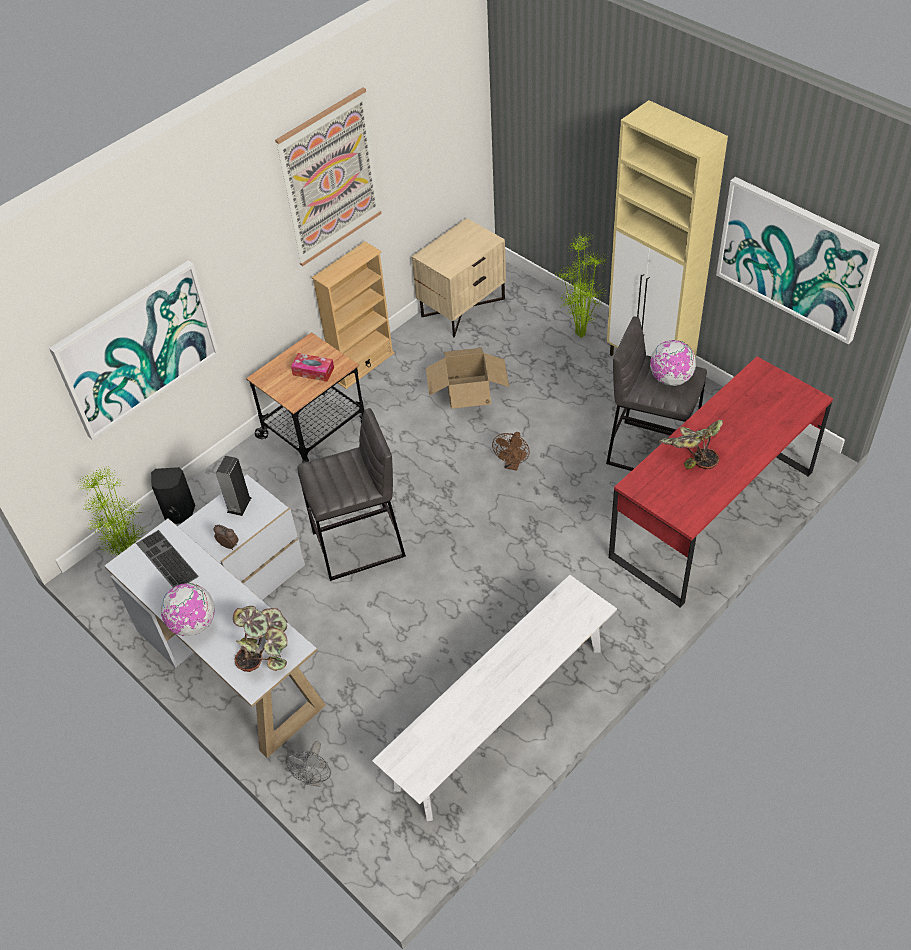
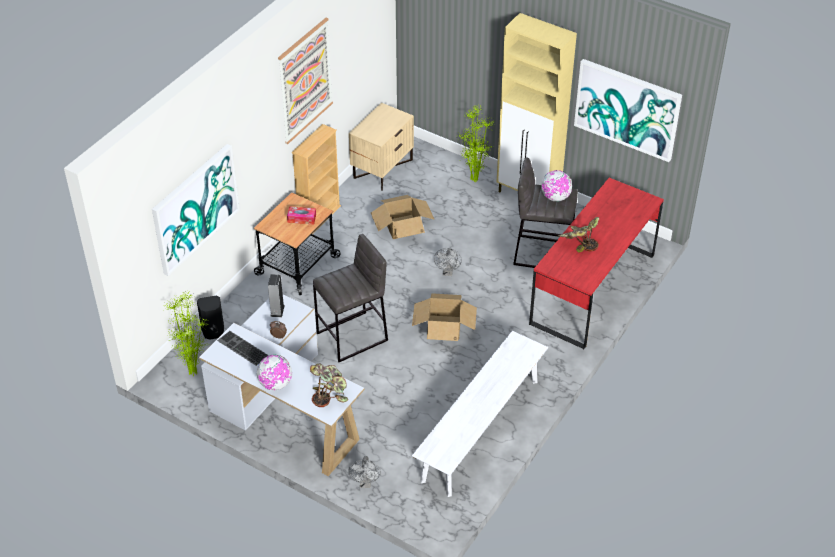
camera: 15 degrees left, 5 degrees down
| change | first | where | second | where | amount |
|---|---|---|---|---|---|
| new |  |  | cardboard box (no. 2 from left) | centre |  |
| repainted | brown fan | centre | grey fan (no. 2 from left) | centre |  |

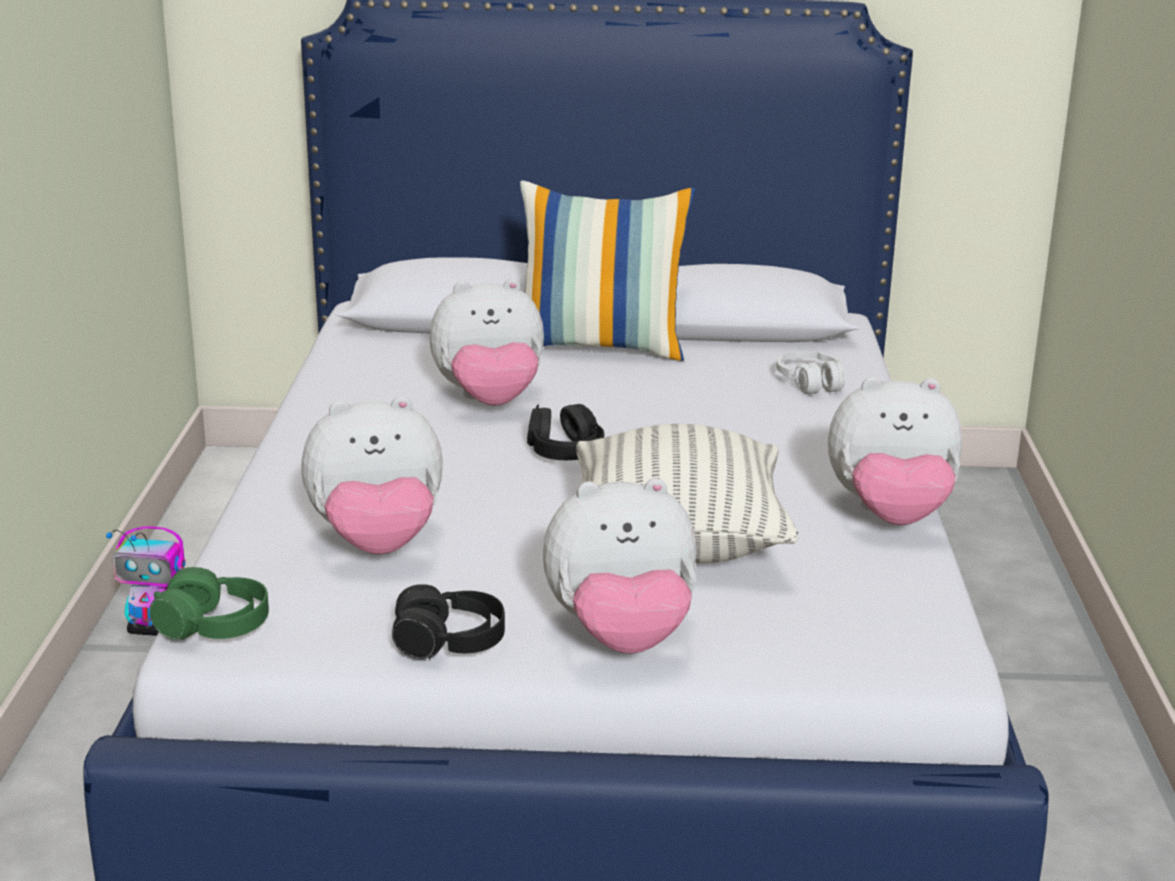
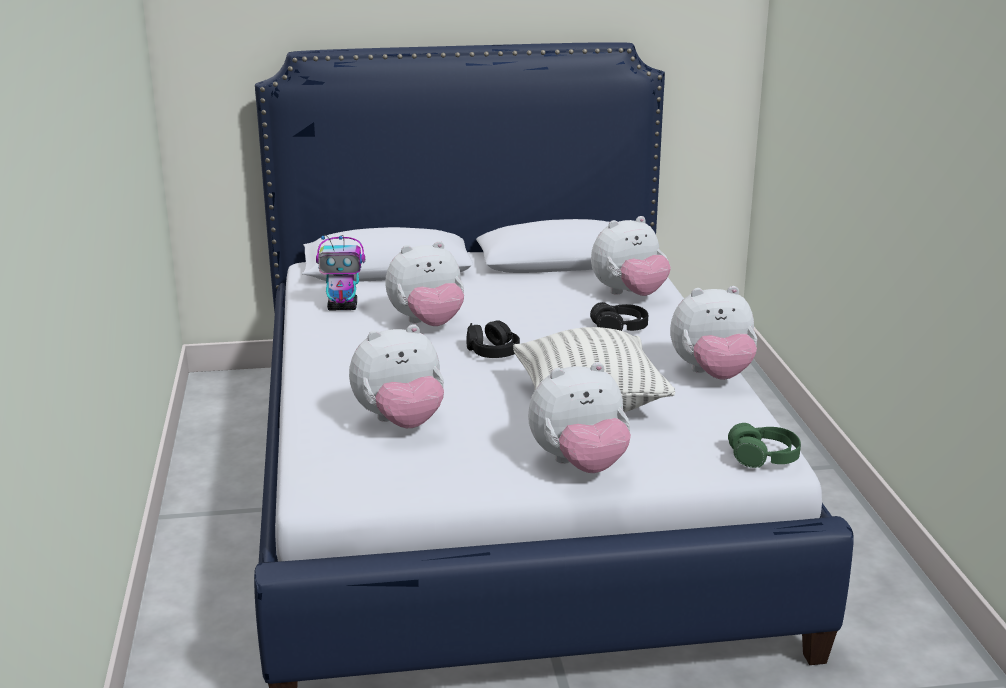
camera: 10 degrees left, 0 degrees up
| change | first | where | second | where | amount |
|---|---|---|---|---|---|
| gone | pillow (no. 1 from left) | top centre |  |  |  |
| shifted | toy robot | middle left |  | centre |  |
| shifted | green headphones | bottom left |  | middle right |  |
| shifted | black headphones (no. 1 from left in the first image) | bottom centre | black headphones (no. 2 from left) | centre |  |
| swapped | white headphones | middle right | plush toy (no. 4 from left) | centre |  |

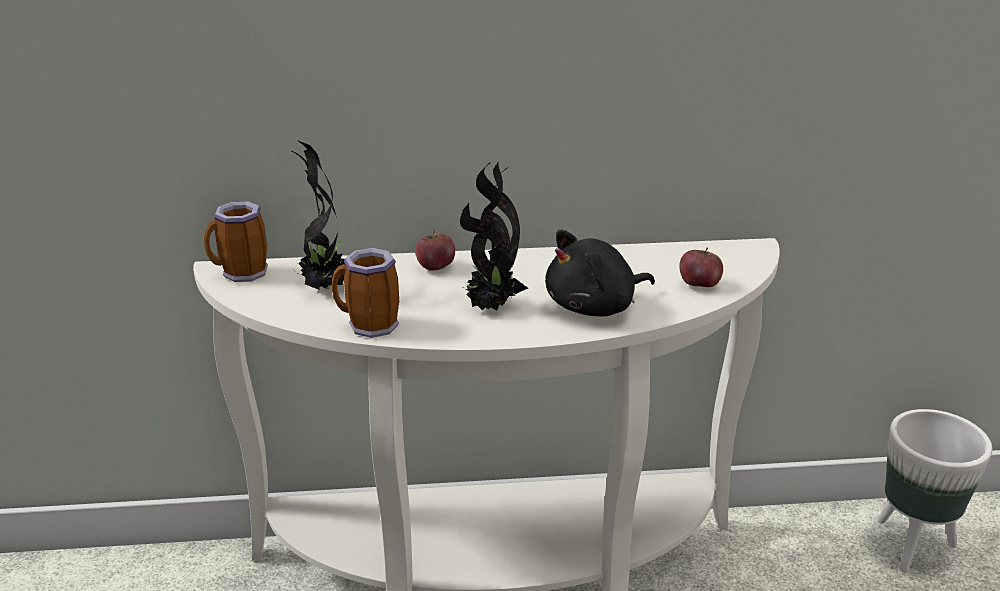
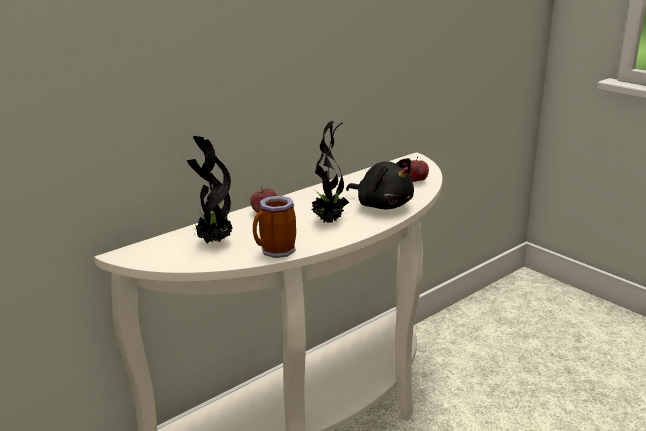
camera: 35 degrees left, 5 degrees down
| change | first | where | second | where | amount |
|---|---|---|---|---|---|
| gone | mug (no. 1 from left) | middle left |  |  |  |
| gone | white planter | bottom right |  |  |  |
| rotated | black plush toy | centre |  | centre | 75 degrees counterclockwise |

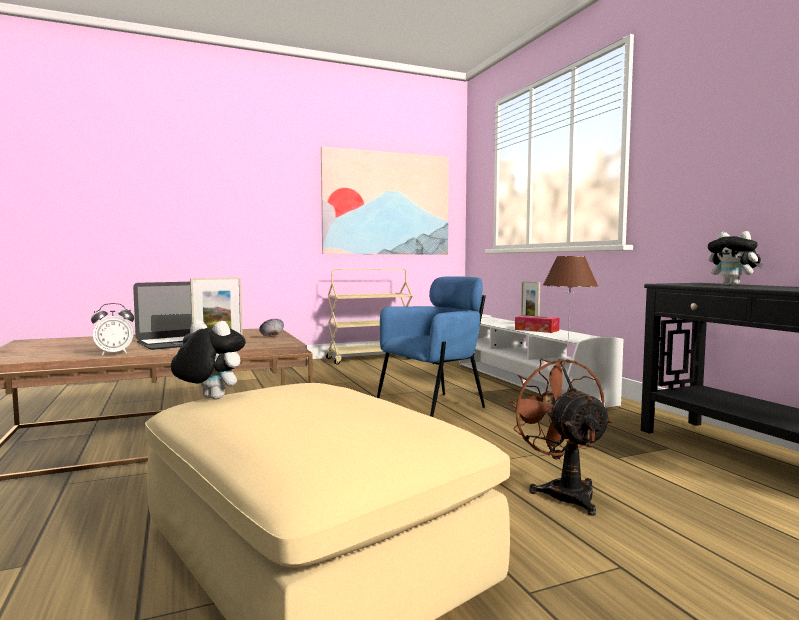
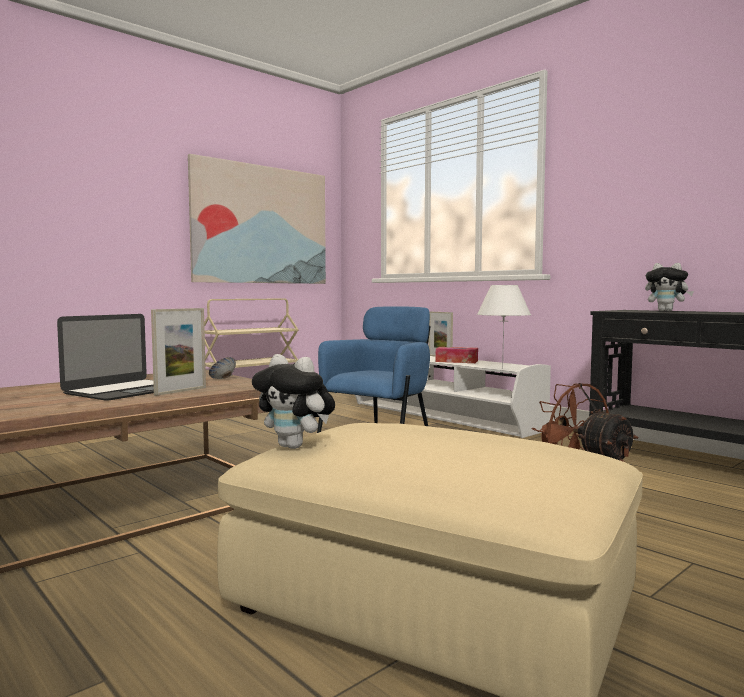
camera: 20 degrees left, 0 degrees up
| change | first | where | second | where | amount |
|---|---|---|---|---|---|
| gone | alarm clock | middle left |  |  |  |
| repainted | brown table lamp | middle right | white table lamp | middle right |  |
| rotated | plush toy (no. 1 from left) | middle left |  | centre | 150 degrees counterclockwise |

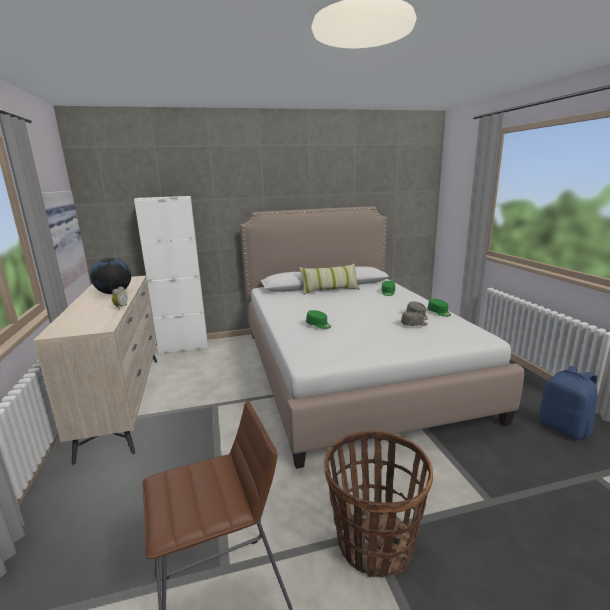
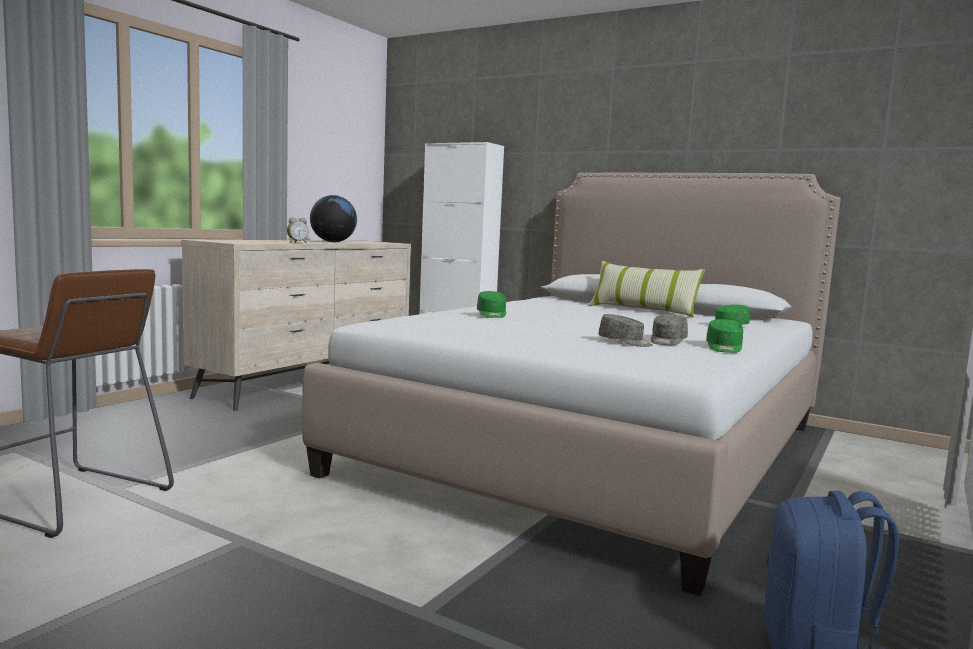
camera: 45 degrees right, 10 degrees down
| change | first | where | second | where | amount |
|---|---|---|---|---|---|
| gone | picture | middle left |  |  |  |
| gone | basket | bottom centre |  |  |  |

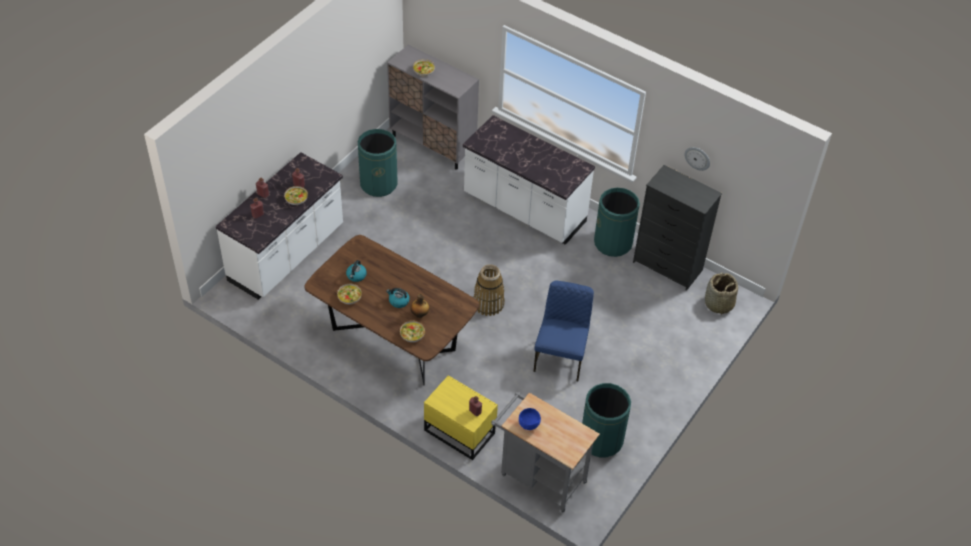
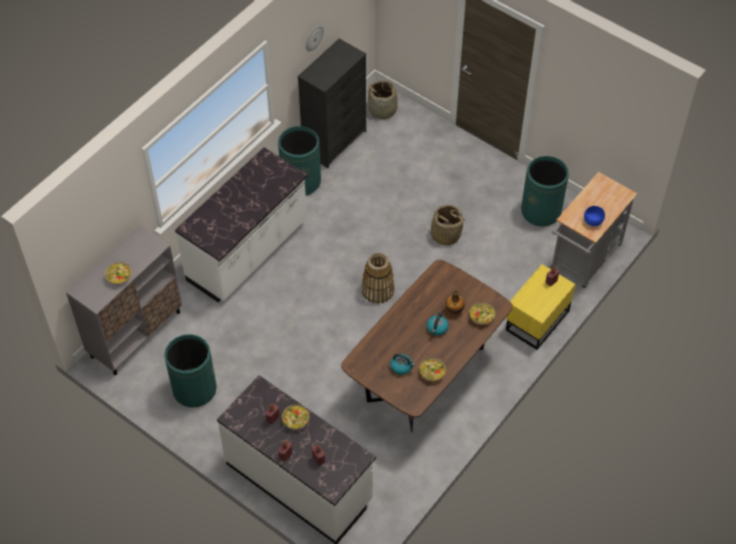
camera: 85 degrees left, 5 degrees up
| change | first | where | second | where | amount |
|---|---|---|---|---|---|
| swapped | blue chair | centre | basket (no. 3 from left) | centre |  |

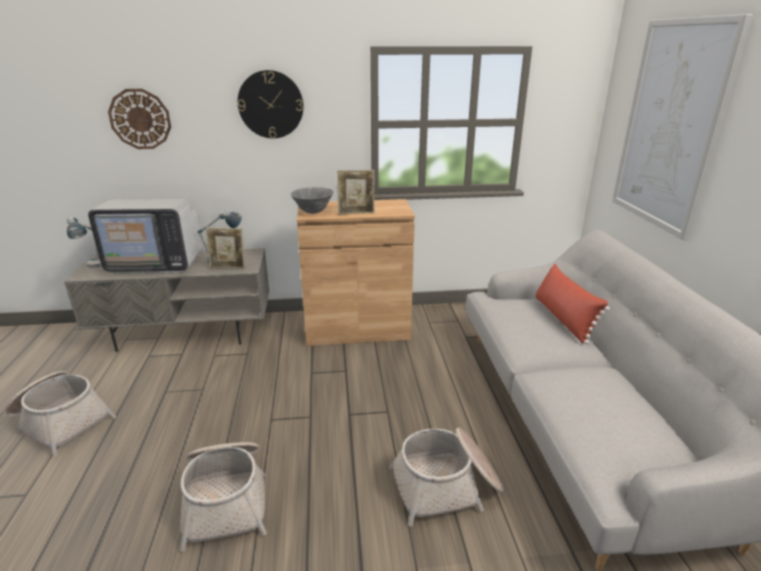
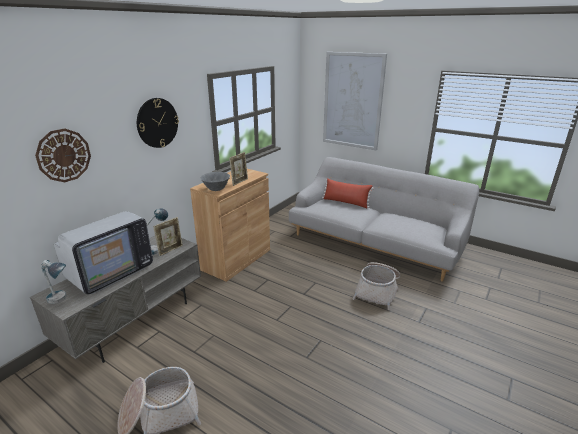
camera: 50 degrees left, 0 degrees up
| change | first | where | second | where | amount |
|---|---|---|---|---|---|
| gone | basket (no. 2 from left) | bottom left |  |  |  |

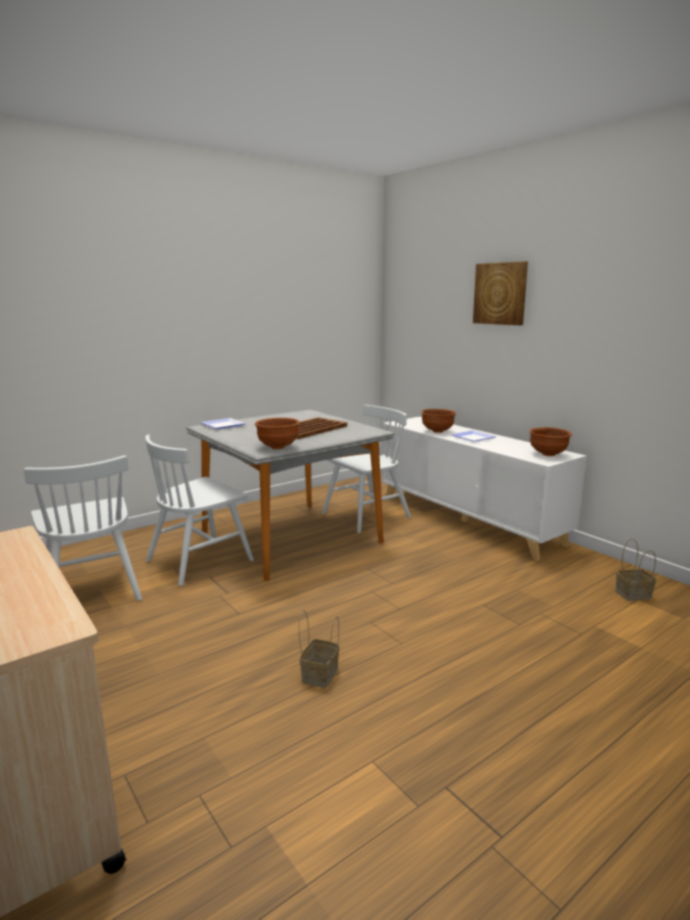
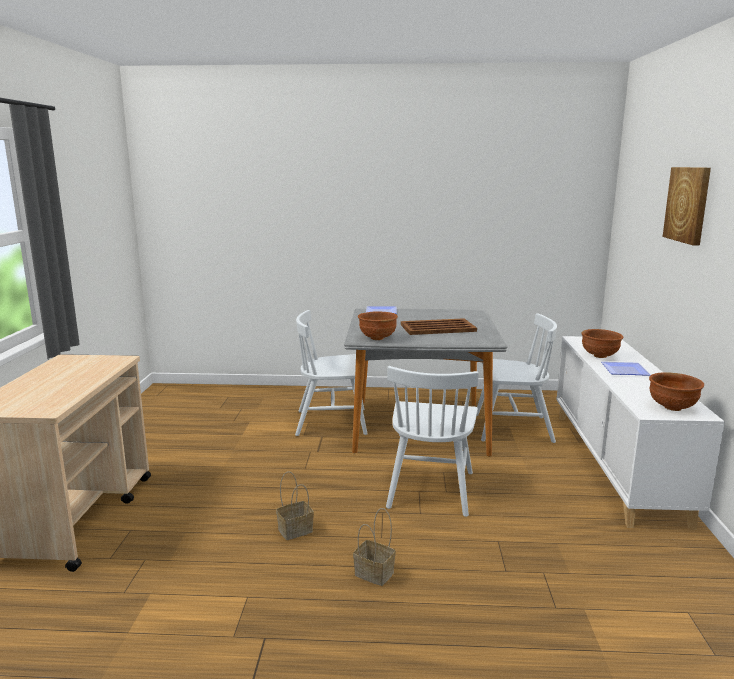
camera: 40 degrees right, 0 degrees up
| change | first | where | second | where | amount |
|---|---|---|---|---|---|
| shifted | white chair (no. 1 from left in the first image) | middle left | white chair (no. 2 from left) | centre |  |
| shifted | basket (no. 2 from left) | middle right |  | bottom centre |  |

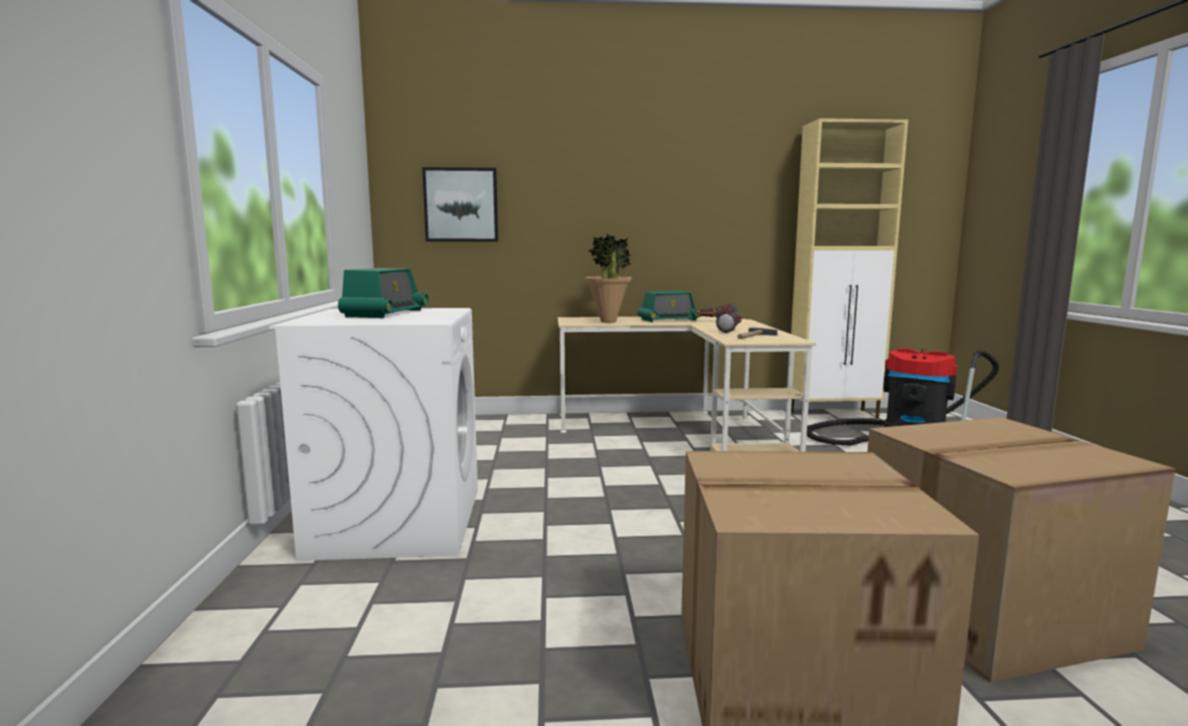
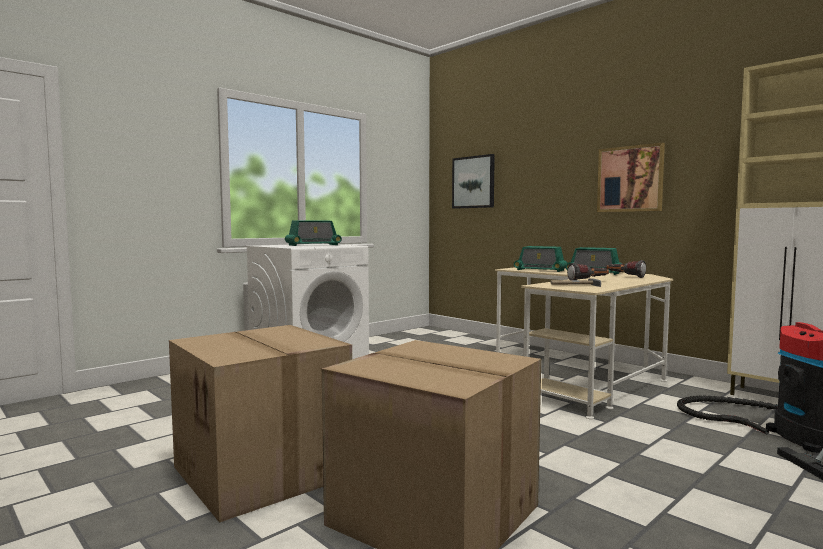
camera: 50 degrees right, 5 degrees down
| change | first | where | second | where | amount |
|---|---|---|---|---|---|
| new |  |  | picture (no. 2 from left) | top right |  |
| swapped | potted plant | centre | radio (no. 2 from left) | centre |  |

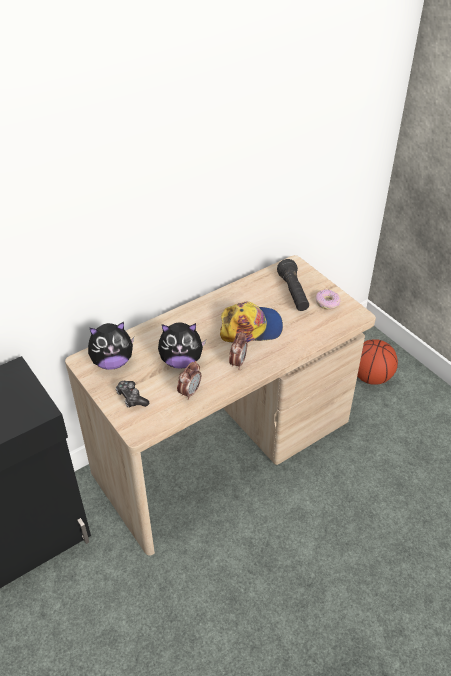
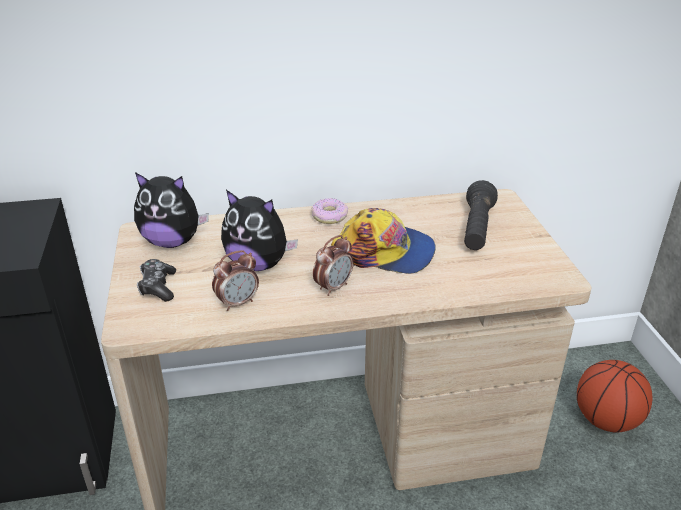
camera: 25 degrees right, 10 degrees down
| change | first | where | second | where | amount |
|---|---|---|---|---|---|
| shifted | donut | middle right |  | centre |  |

